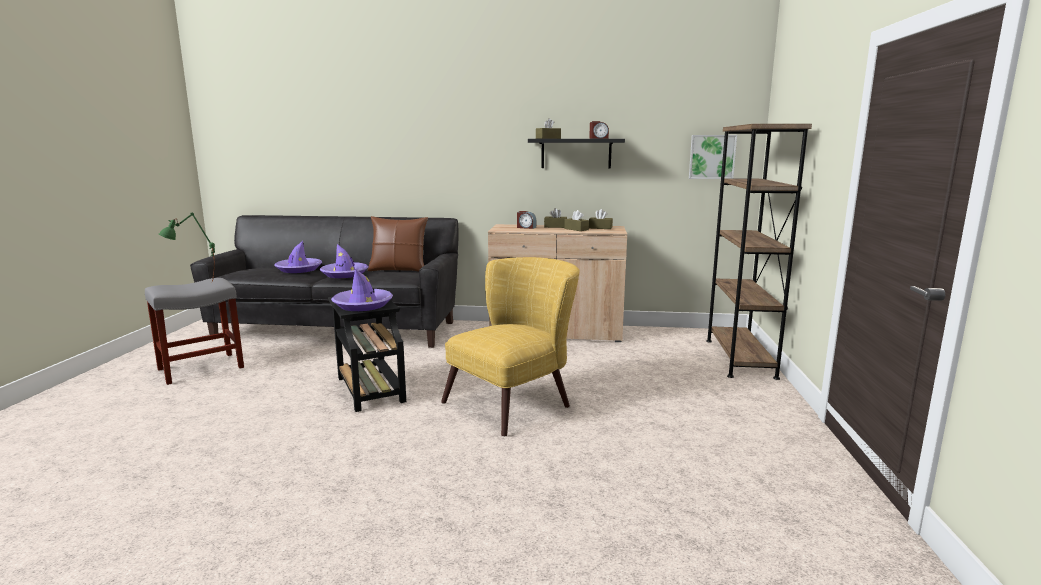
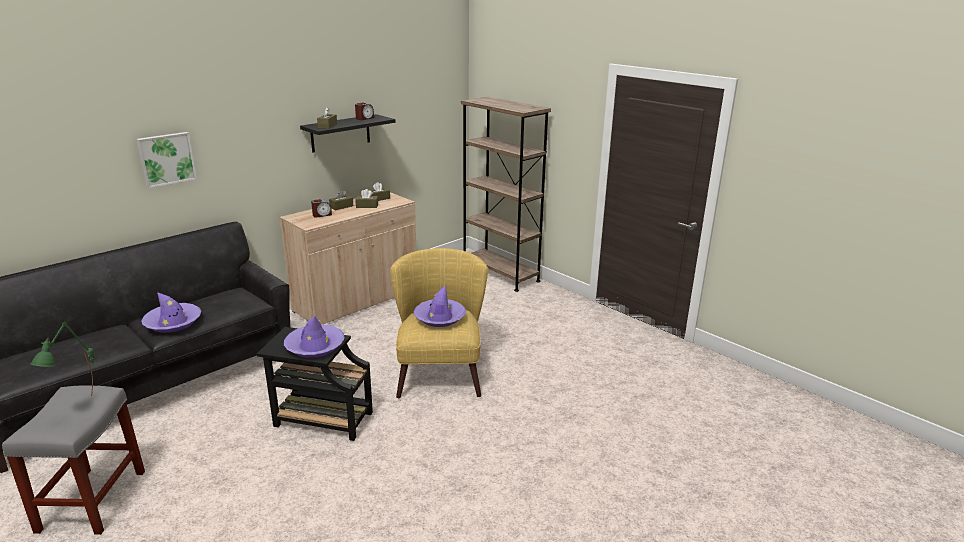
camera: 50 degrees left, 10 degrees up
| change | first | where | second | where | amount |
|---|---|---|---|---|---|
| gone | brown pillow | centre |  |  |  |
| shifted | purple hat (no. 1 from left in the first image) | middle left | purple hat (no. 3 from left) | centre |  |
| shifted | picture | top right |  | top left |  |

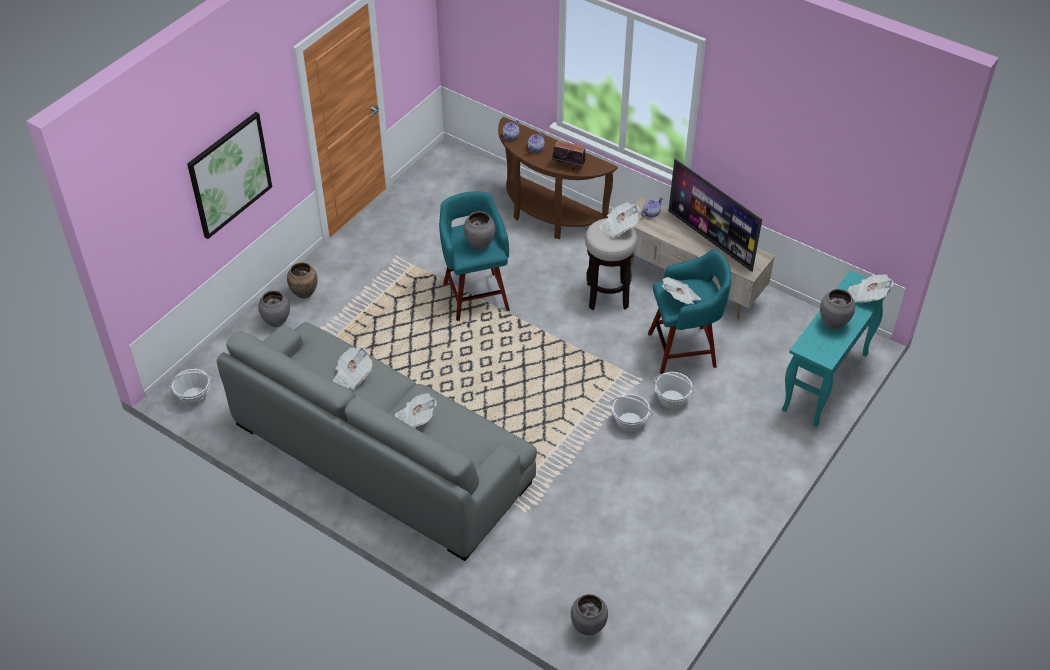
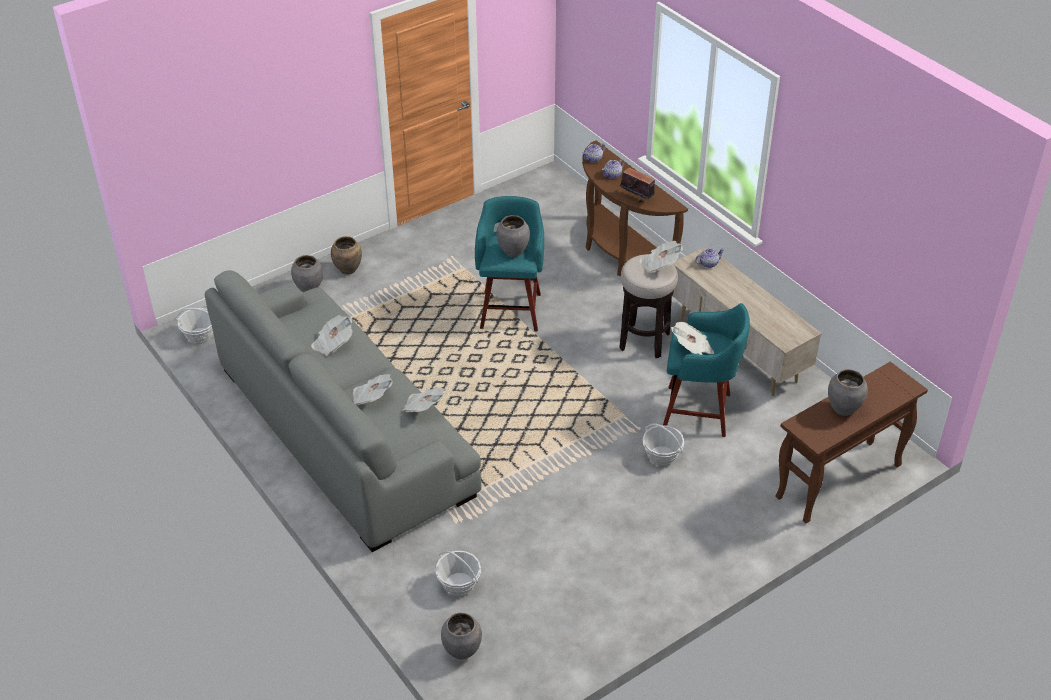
camera: 20 degrees right, 5 degrees down
| change | first | where | second | where | amount |
|---|---|---|---|---|---|
| gone | picture | top left |  |  |  |
| gone | television | top right |  |  |  |
| shifted | basket (no. 2 from left) | centre |  | bottom centre |  |
| shifted | newspaper (no. 5 from left in the first image) | middle right | newspaper (no. 3 from left) | centre |  |
| repainted | turquoise console table | middle right | brown console table (no. 2 from left) | middle right |  |

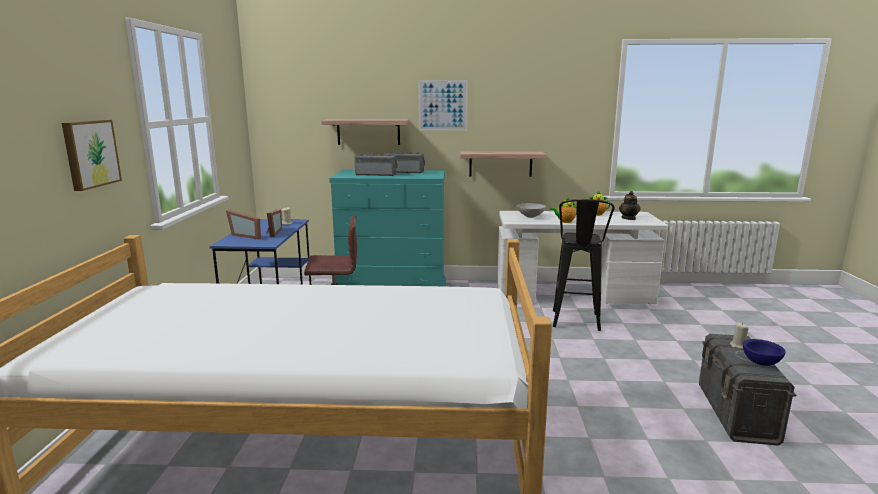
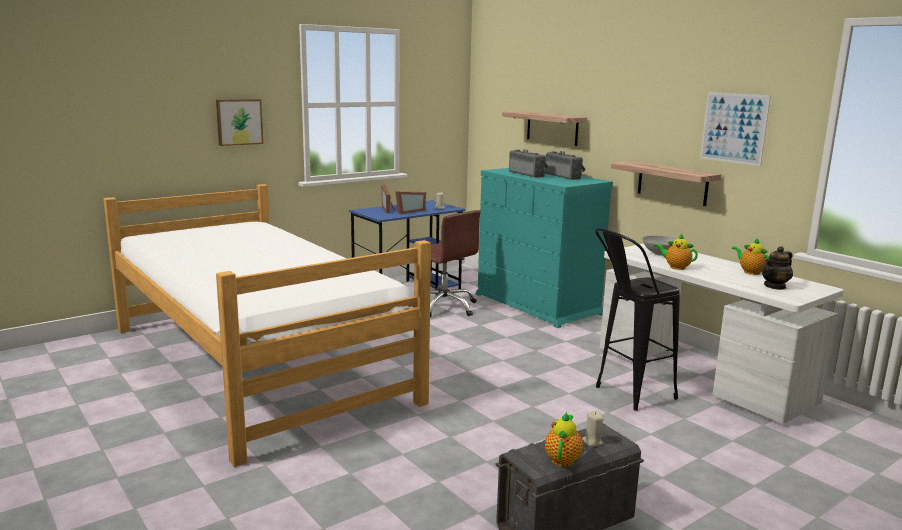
camera: 50 degrees right, 0 degrees up
| change | first | where | second | where | amount |
|---|---|---|---|---|---|
| shifted | picture (no. 2 from left) | top centre |  | top right |  |
| swapped | blue bowl | bottom right | teapot (no. 1 from left) | bottom centre |  |

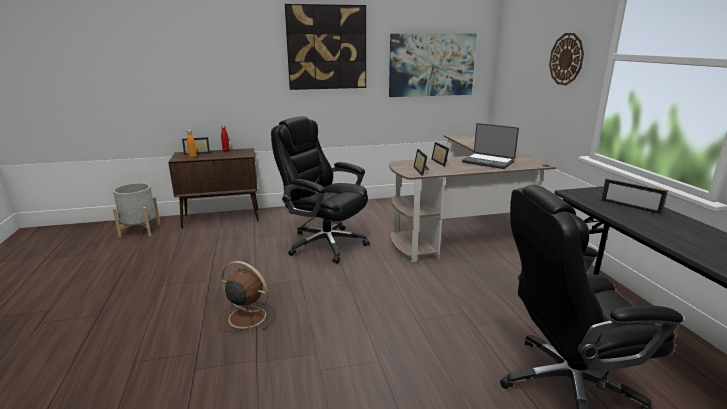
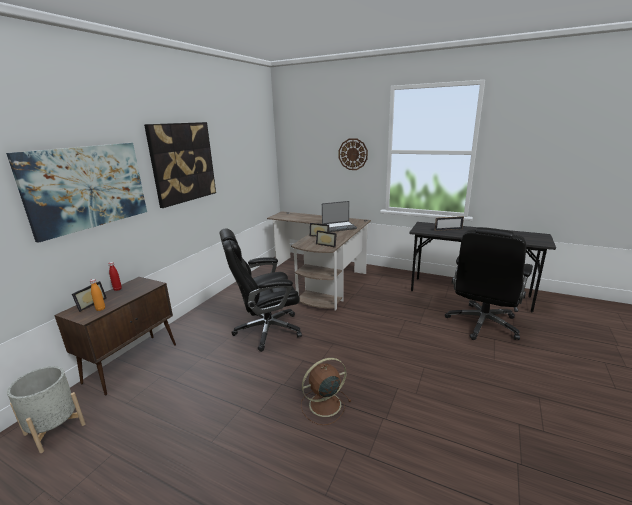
camera: 50 degrees left, 0 degrees up
| change | first | where | second | where | amount |
|---|---|---|---|---|---|
| shifted | picture (no. 2 from left in the first image) | top centre | picture (no. 1 from left) | middle left |  |

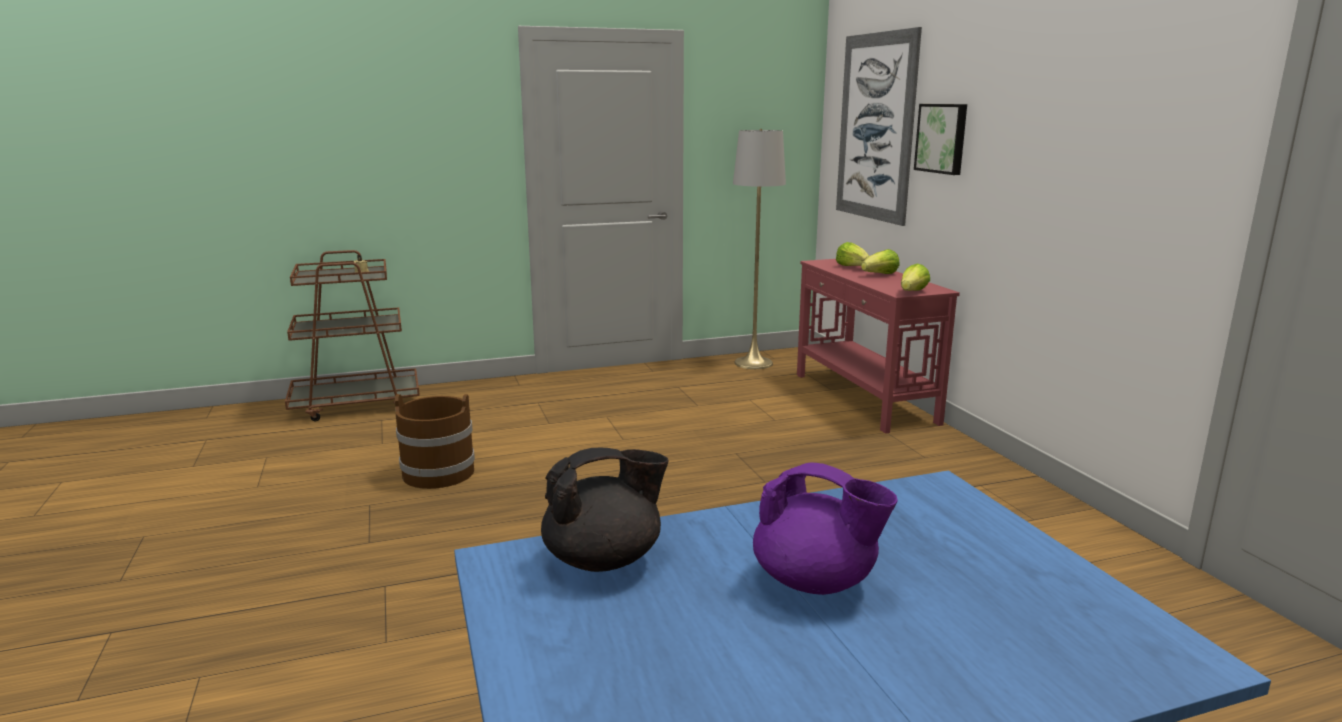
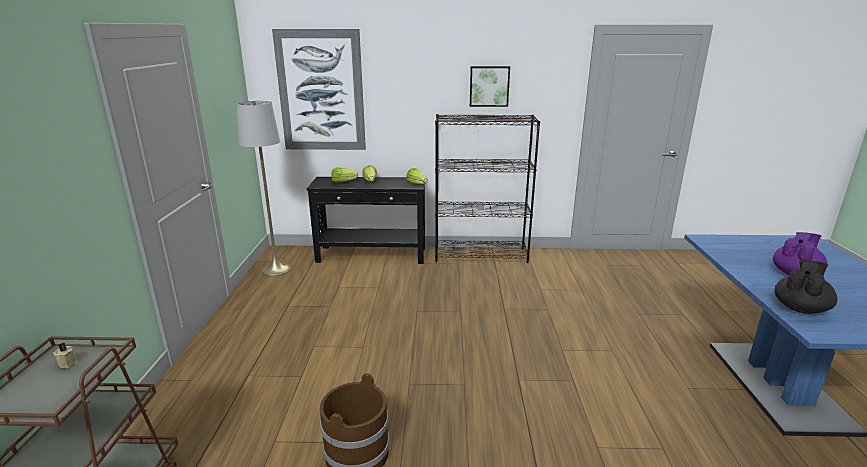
camera: 70 degrees left, 5 degrees up
| change | first | where | second | where | amount |
|---|---|---|---|---|---|
| new |  |  | black bookcase | centre |  |
| shifted | picture (no. 2 from left) | top right |  | top centre |  |
| repainted | red console table | centre | black console table | centre |  |
| rotated | black teapot | bottom centre |  | middle right | 45 degrees clockwise |

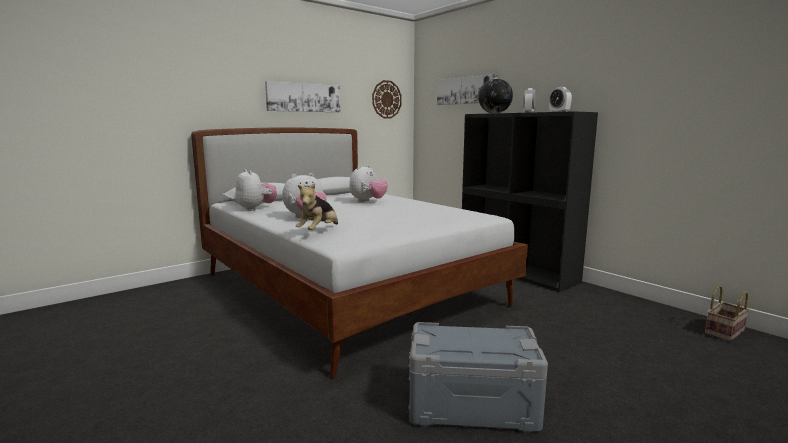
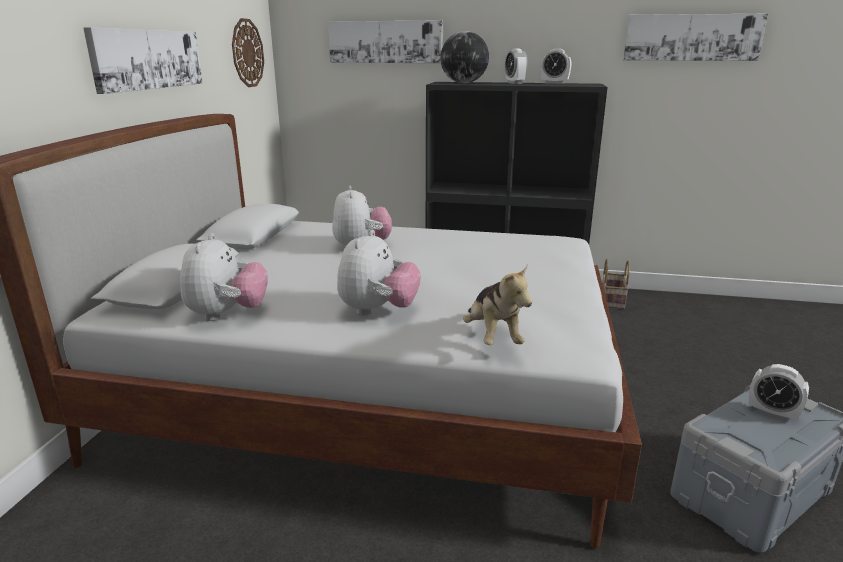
camera: 40 degrees left, 10 degrees up
| change | first | where | second | where | amount |
|---|---|---|---|---|---|
| new |  |  | picture (no. 3 from left) | top right |  |
| new |  |  | alarm clock (no. 3 from left) | bottom right |  |
| shifted | basket | bottom right |  | middle right |  |
| rotated | plush toy (no. 1 from left) | middle left |  | middle left | 75 degrees clockwise |

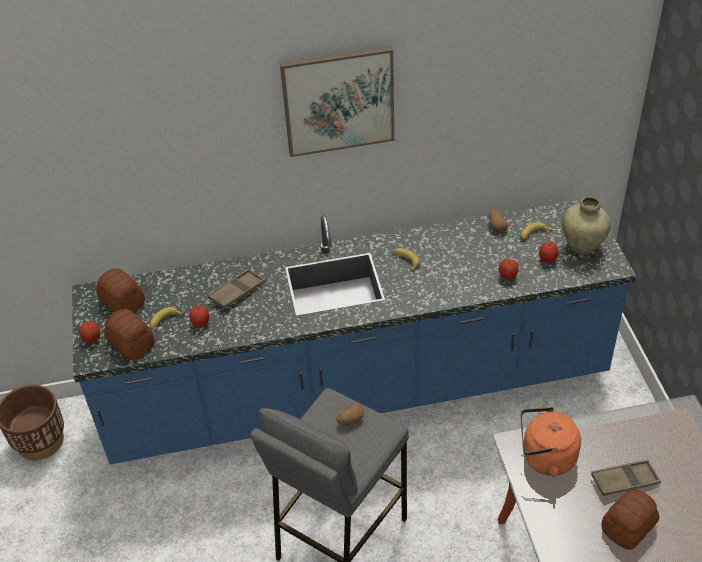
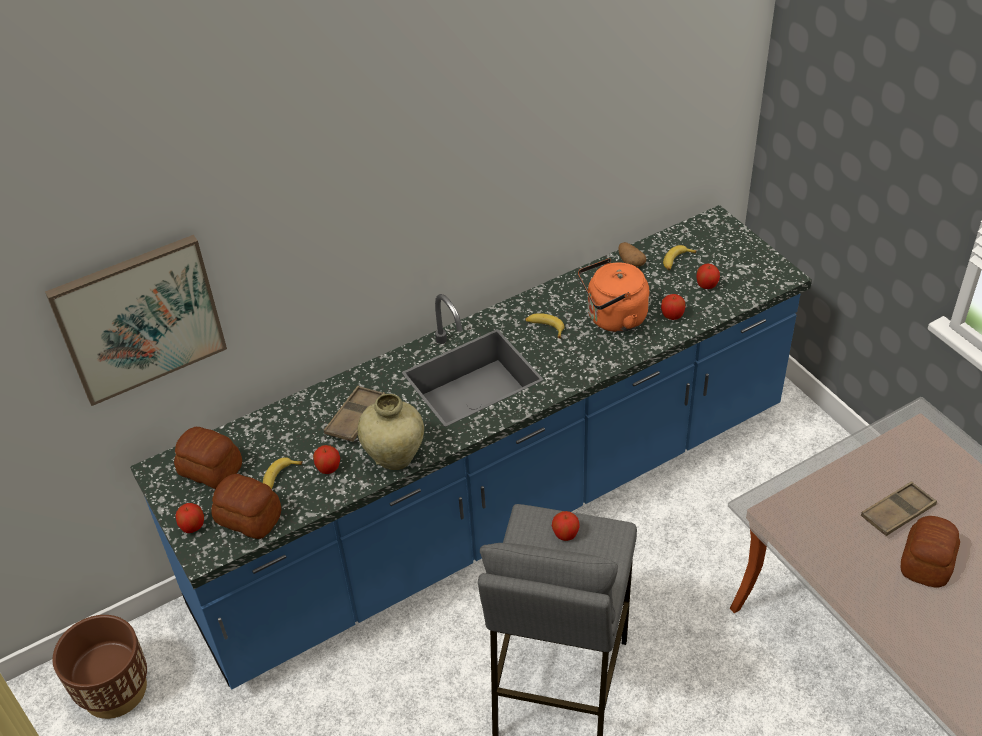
camera: 20 degrees left, 0 degrees up
| change | first | where | second | where | amount |
|---|---|---|---|---|---|
| shifted | picture | top centre |  | middle left |  |
| shifted | orange kettle | bottom right |  | centre |  |
| shifted | beige vase | middle right |  | centre |  |
| swapped | potato (no. 1 from left) | bottom centre | apple (no. 3 from left) | bottom centre |  |

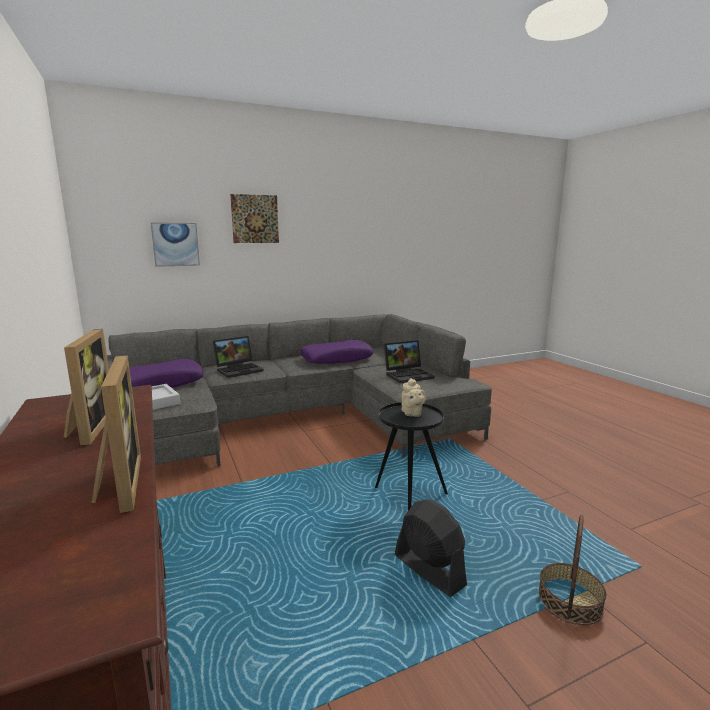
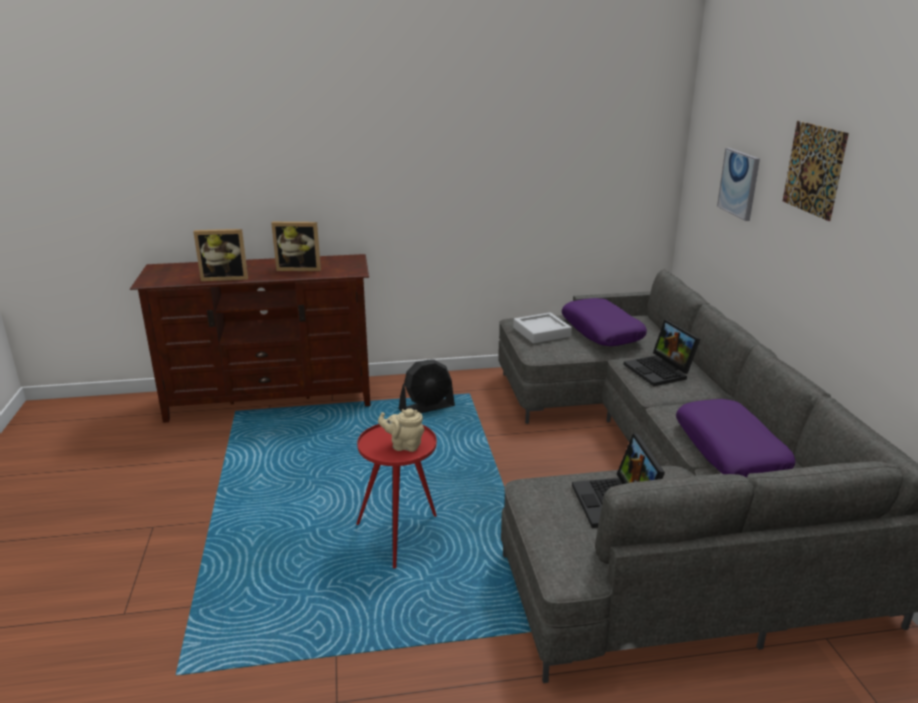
camera: 105 degrees right, 10 degrees up
| change | first | where | second | where | amount |
|---|---|---|---|---|---|
| gone | basket | bottom right |  |  |  |
| shifted | black fan | bottom centre |  | centre |  |
| repainted | black side table | centre | red side table | bottom centre |  |

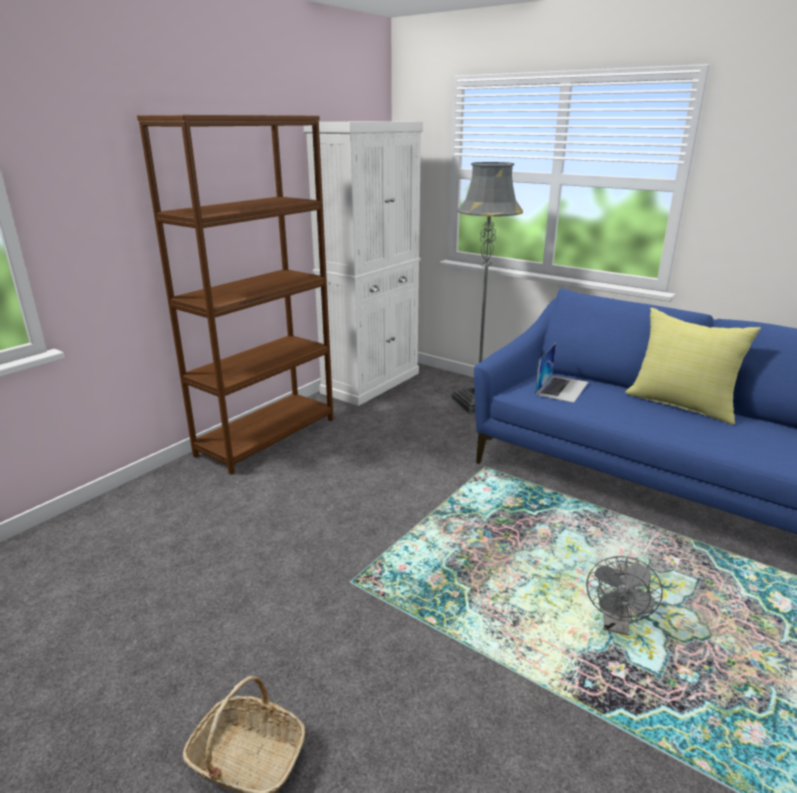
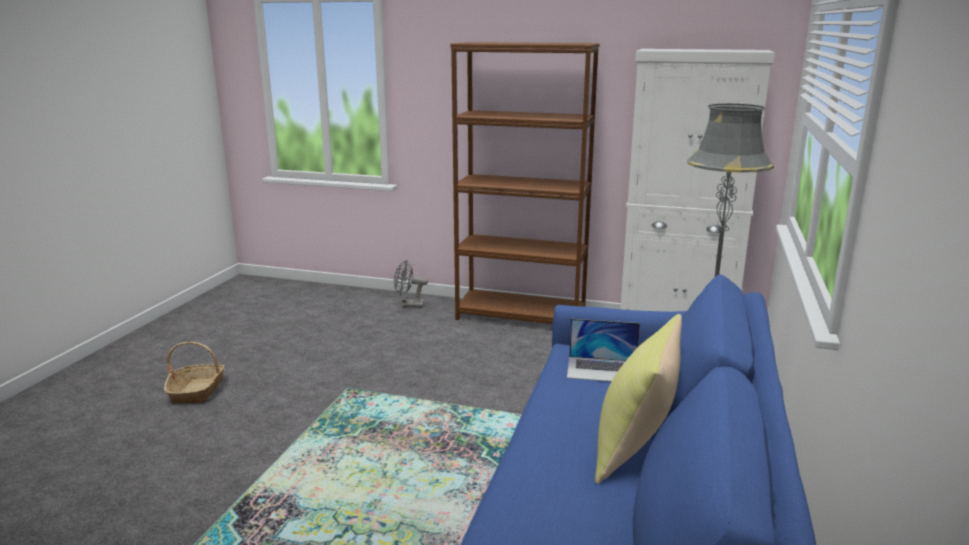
camera: 70 degrees right, 5 degrees down
| change | first | where | second | where | amount |
|---|---|---|---|---|---|
| shifted | grey fan | bottom right |  | centre |  |

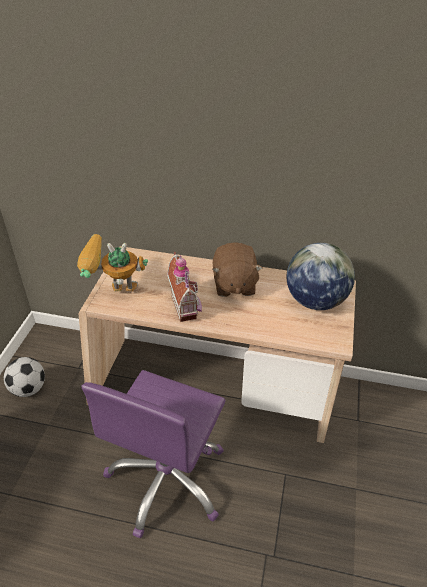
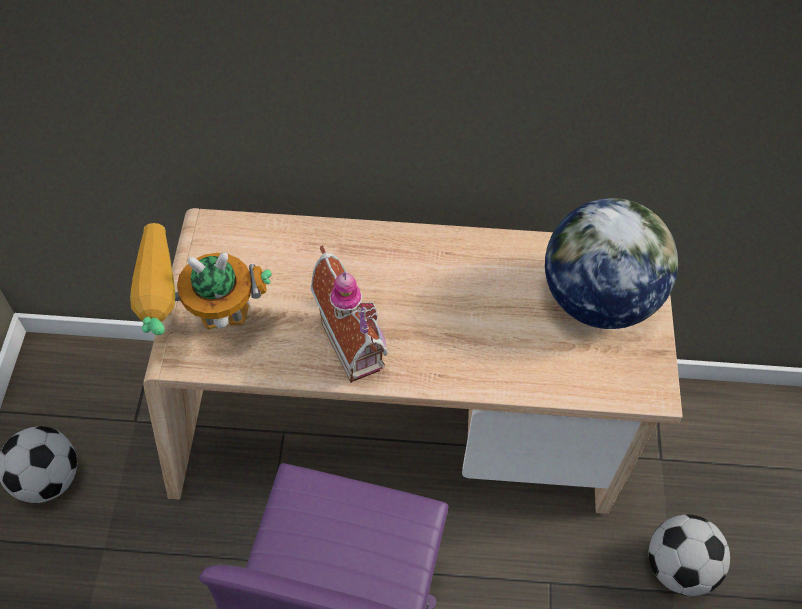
camera: 10 degrees left, 15 degrees up
| change | first | where | second | where | amount |
|---|---|---|---|---|---|
| gone | brown plush toy | centre |  |  |  |
| new |  |  | football (no. 2 from left) | bottom right |  |

